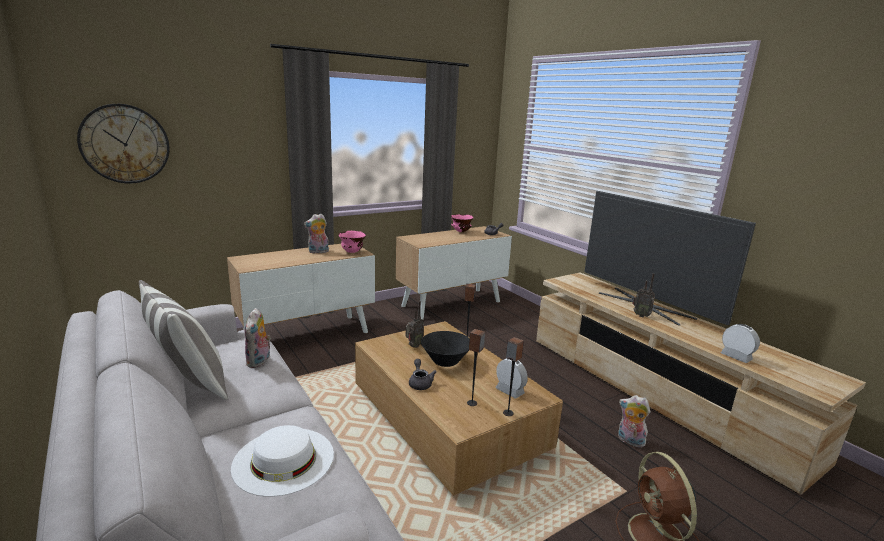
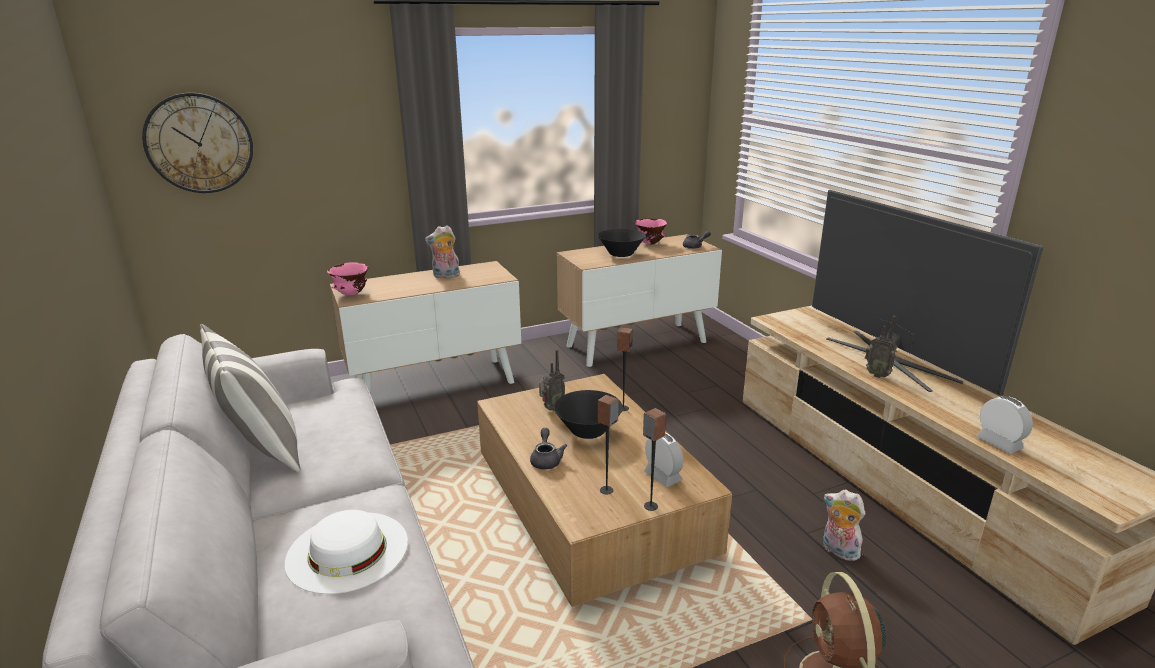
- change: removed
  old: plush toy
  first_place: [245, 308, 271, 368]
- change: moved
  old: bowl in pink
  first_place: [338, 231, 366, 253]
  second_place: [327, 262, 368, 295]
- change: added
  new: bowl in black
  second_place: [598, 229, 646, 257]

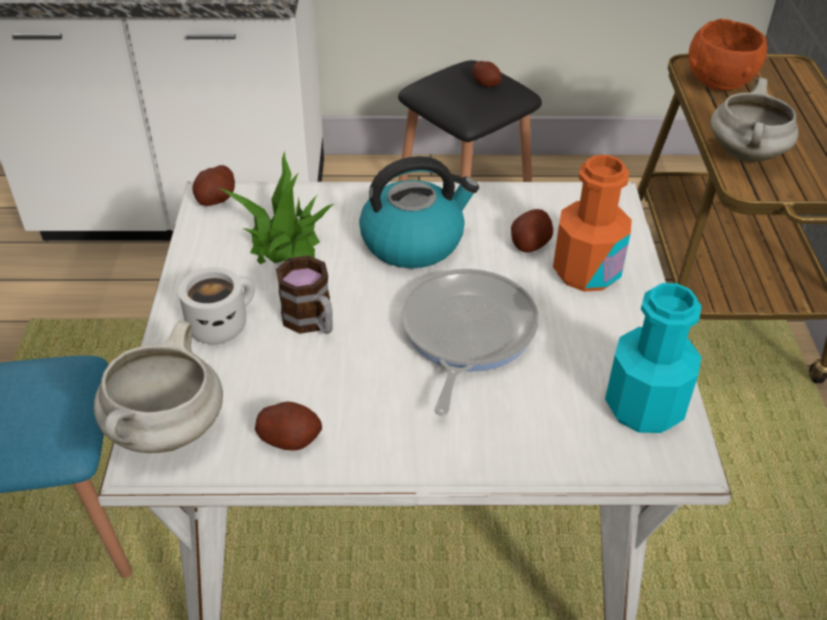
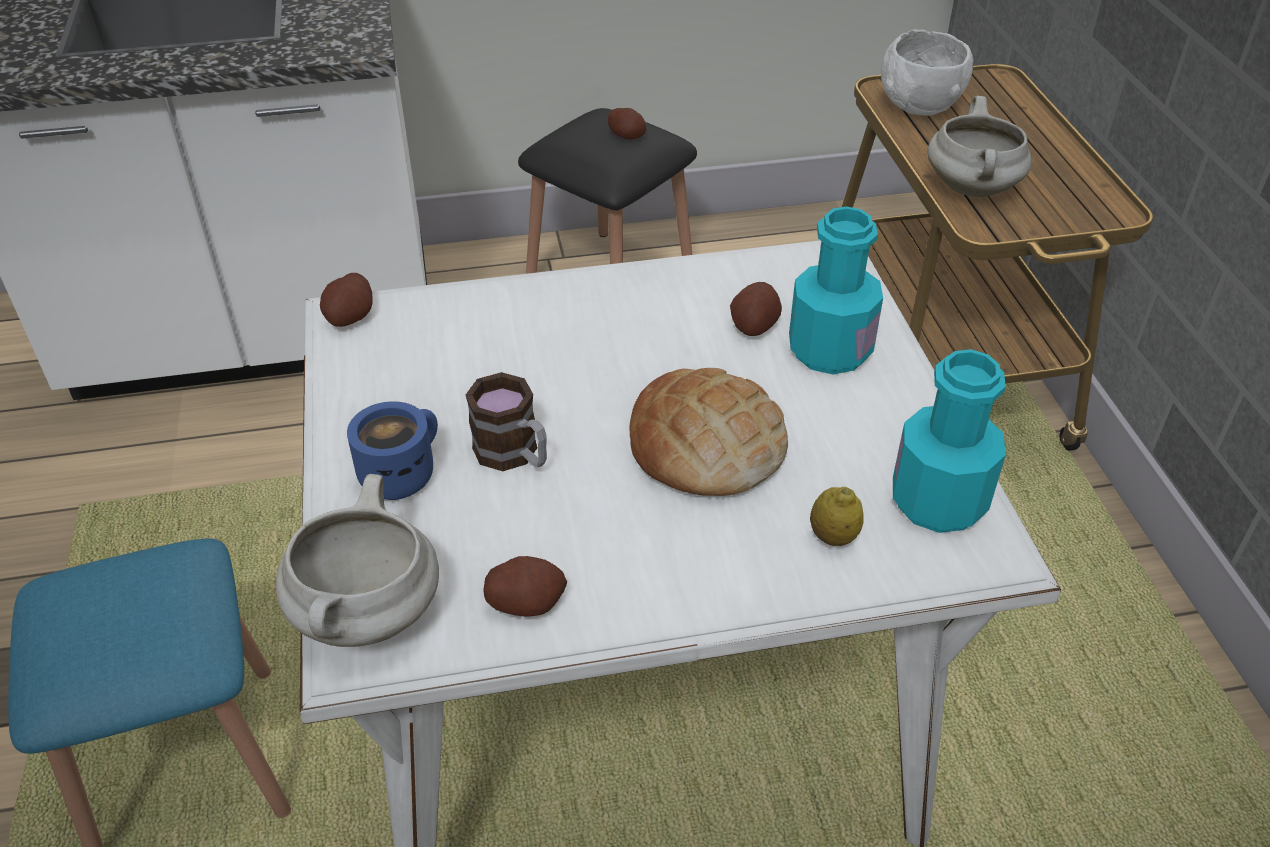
- change: recoloured
  old: mug in white
  new: mug in blue
  first_place: [178, 267, 255, 345]
  second_place: [347, 401, 438, 500]
- change: removed
  old: potted plant
  first_place: [219, 151, 334, 264]
- change: removed
  old: kettle
  first_place: [359, 156, 479, 268]
- change: replaced
  old: frying pan
  new: bread
  first_place: [401, 269, 539, 416]
  second_place: [629, 368, 788, 496]
- change: recoloured
  old: bottle in orange
  new: bottle in turquoise
  first_place: [553, 155, 632, 292]
  second_place: [789, 206, 883, 375]
- change: recoloured
  old: bowl in orange
  new: bowl in white
  first_place: [689, 19, 768, 91]
  second_place: [881, 29, 973, 116]
- change: added
  new: lemon
  second_place: [810, 487, 864, 546]

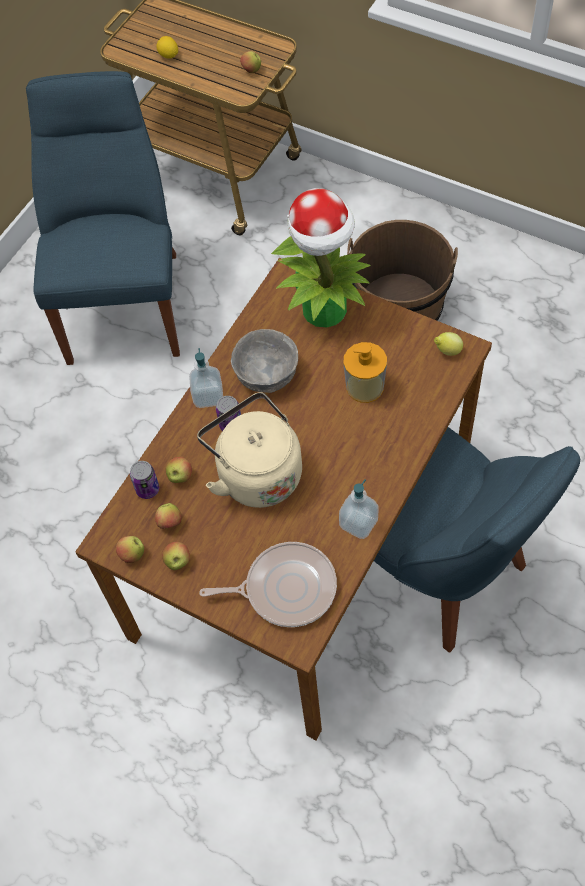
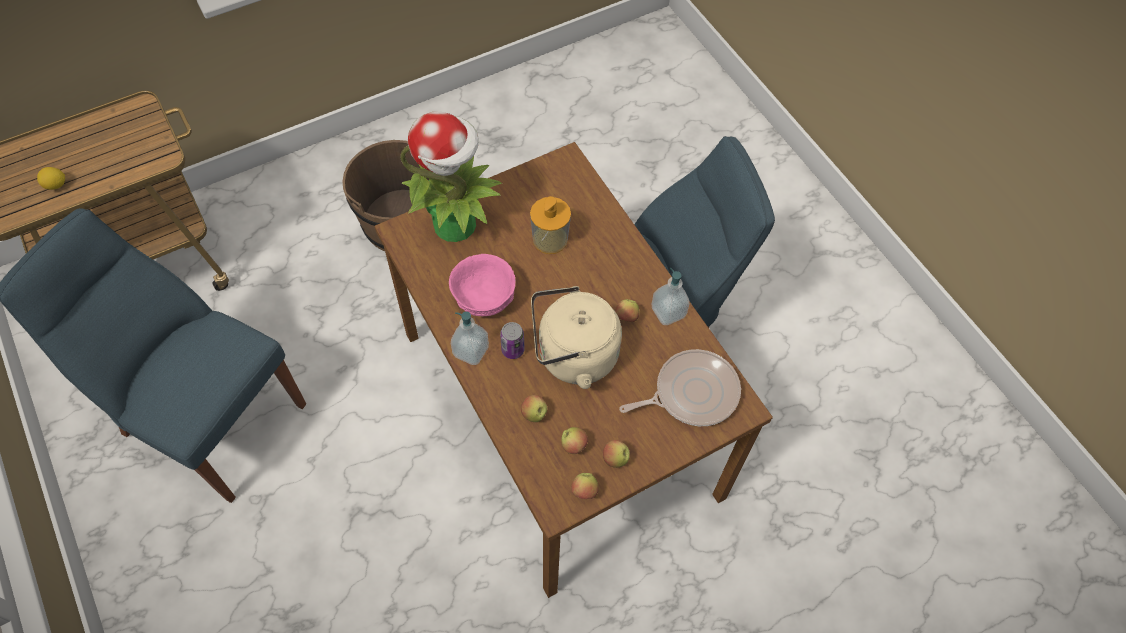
- change: removed
  old: can
  first_place: [130, 461, 159, 499]
- change: turned
  old: frying pan
  first_place: [199, 542, 337, 627]
  second_place: [620, 349, 741, 426]
  degrees: 45
- change: recoloured
  old: bowl in grey
  new: bowl in pink
  first_place: [231, 329, 298, 393]
  second_place: [449, 254, 516, 316]
- change: moved
  old: apple
  first_place: [240, 51, 261, 73]
  second_place: [615, 299, 639, 322]
- change: removed
  old: lemon
  first_place: [434, 332, 463, 356]

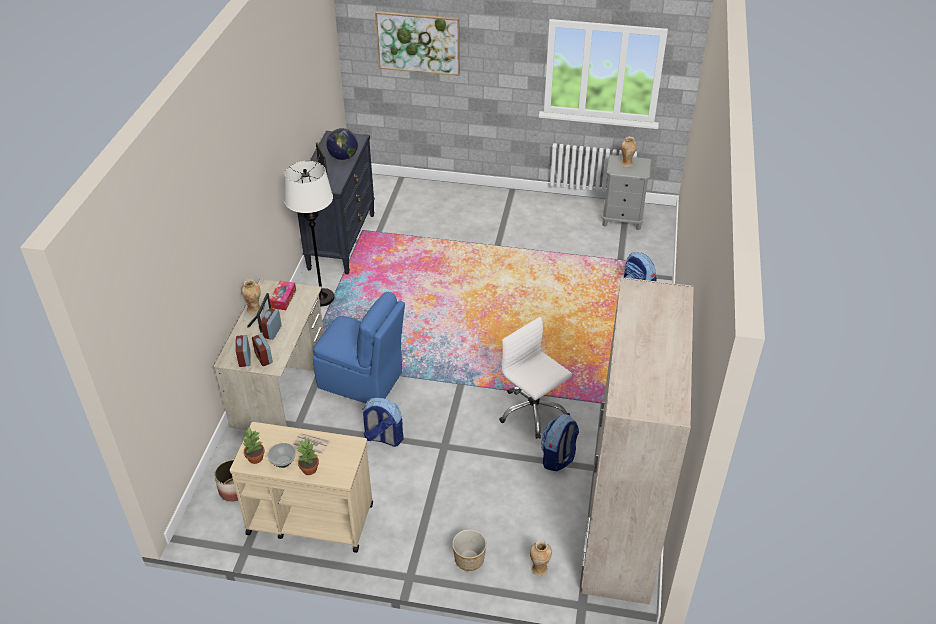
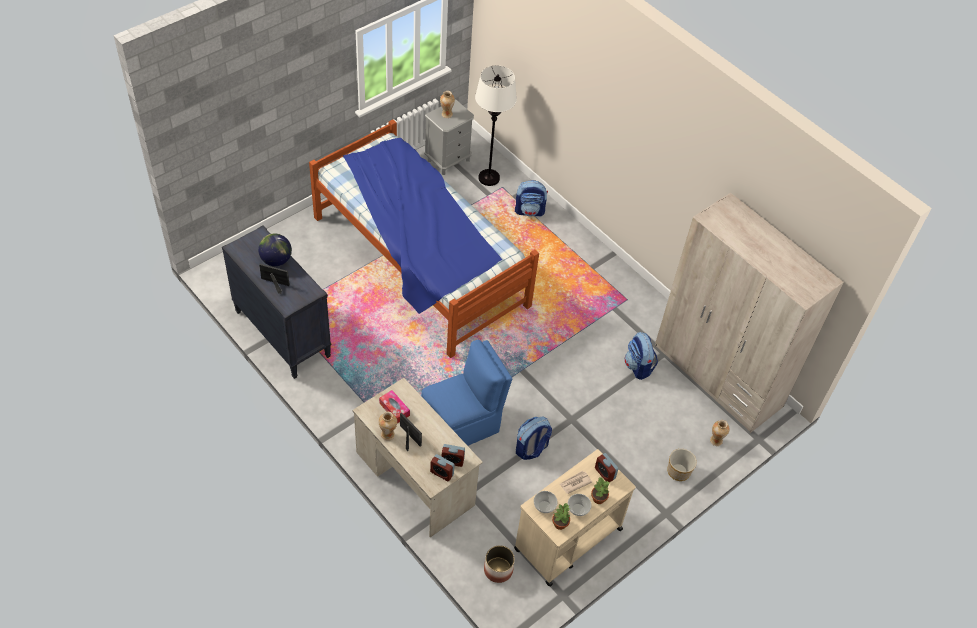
- change: moved
  old: alarm clock
  first_place: [260, 308, 282, 340]
  second_place: [595, 453, 618, 482]
- change: moved
  old: floor lamp in white
  first_place: [284, 161, 334, 306]
  second_place: [475, 65, 517, 186]
- change: removed
  old: picture
  first_place: [375, 11, 460, 76]
- change: removed
  old: office chair in white
  first_place: [499, 317, 572, 439]
- change: added
  new: bed
  second_place: [309, 120, 539, 358]
- change: added
  new: bowl
  second_place: [534, 491, 558, 513]

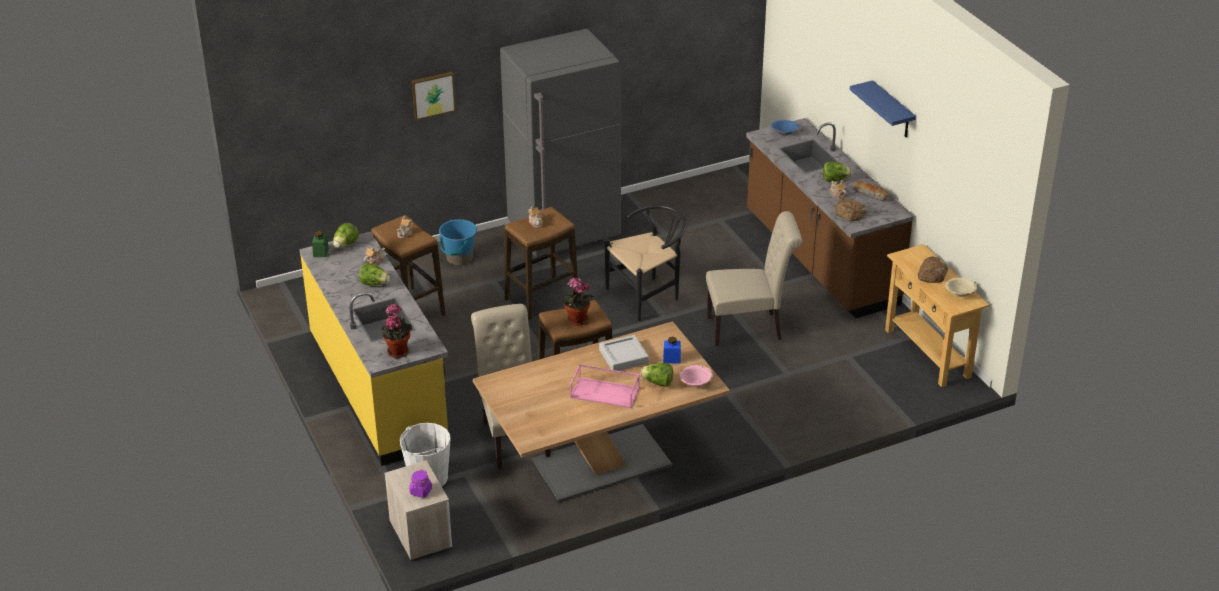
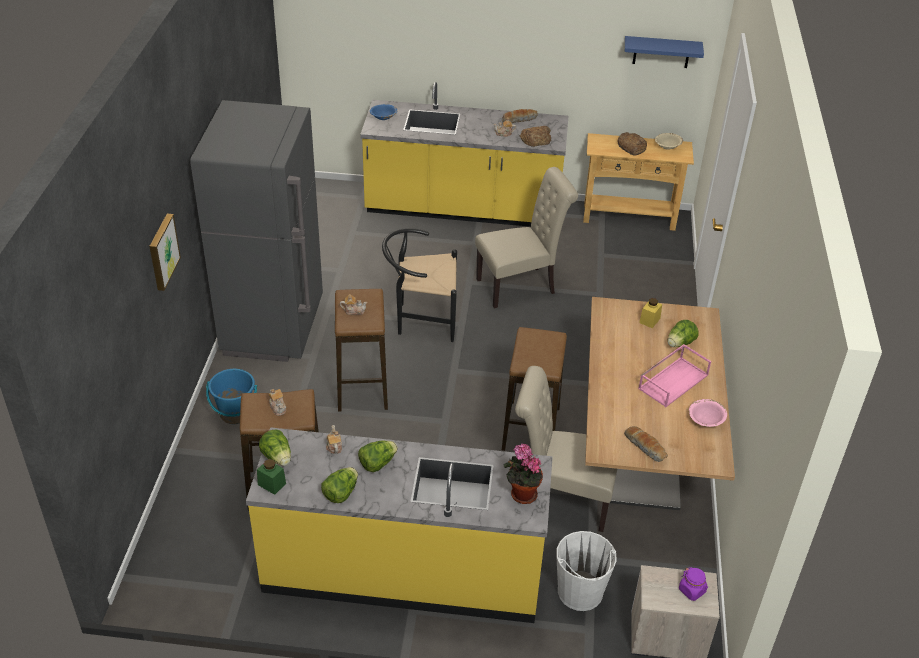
- change: removed
  old: potted plant
  first_place: [561, 278, 594, 325]
- change: removed
  old: tray in grey
  first_place: [599, 335, 649, 371]
- change: turned
  old: chair in black
  first_place: [605, 205, 687, 321]
  second_place: [382, 228, 457, 342]
  degrees: -90
- change: recoloured
  old: jar in blue
  new: jar in yellow
  first_place: [663, 337, 681, 364]
  second_place: [639, 298, 662, 328]
- change: moved
  old: bowl in pink
  first_place: [680, 365, 713, 387]
  second_place: [689, 399, 727, 427]
- change: turned
  old: chair in beige
  first_place: [706, 211, 802, 346]
  second_place: [475, 167, 578, 309]
  degrees: 45
- change: recoloured
  old: counter in brown
  new: counter in yellow
  first_place: [746, 118, 914, 318]
  second_place: [360, 82, 568, 227]
- change: moved
  old: lettuce
  first_place: [823, 162, 852, 182]
  second_place: [321, 467, 358, 503]
- change: moved
  old: shelf in blue
  first_place: [850, 80, 916, 137]
  second_place: [625, 36, 704, 68]
- change: added
  new: bread
  second_place: [624, 426, 668, 462]

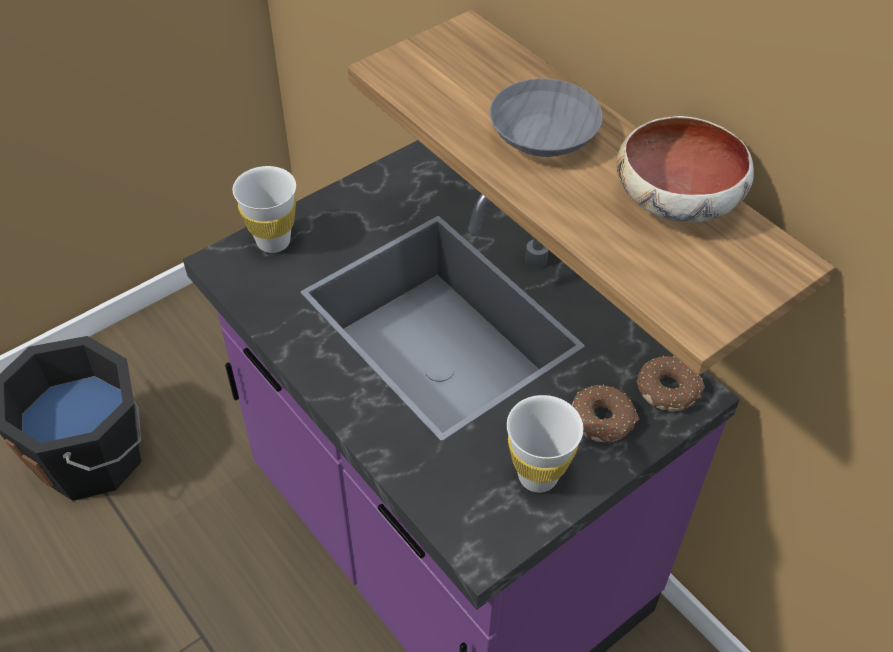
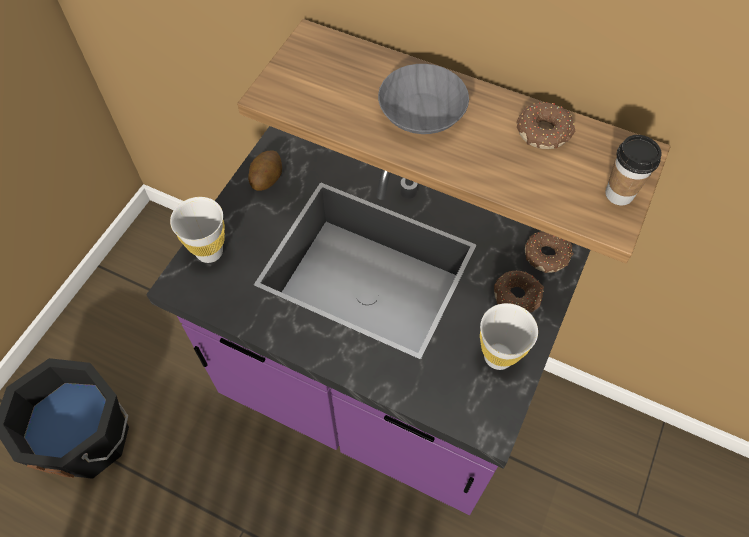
- change: replaced
  old: bowl
  new: donut
  first_place: [616, 116, 754, 222]
  second_place: [517, 102, 575, 149]
- change: added
  new: potato
  second_place: [248, 150, 282, 191]
- change: added
  new: cup
  second_place: [605, 135, 662, 206]

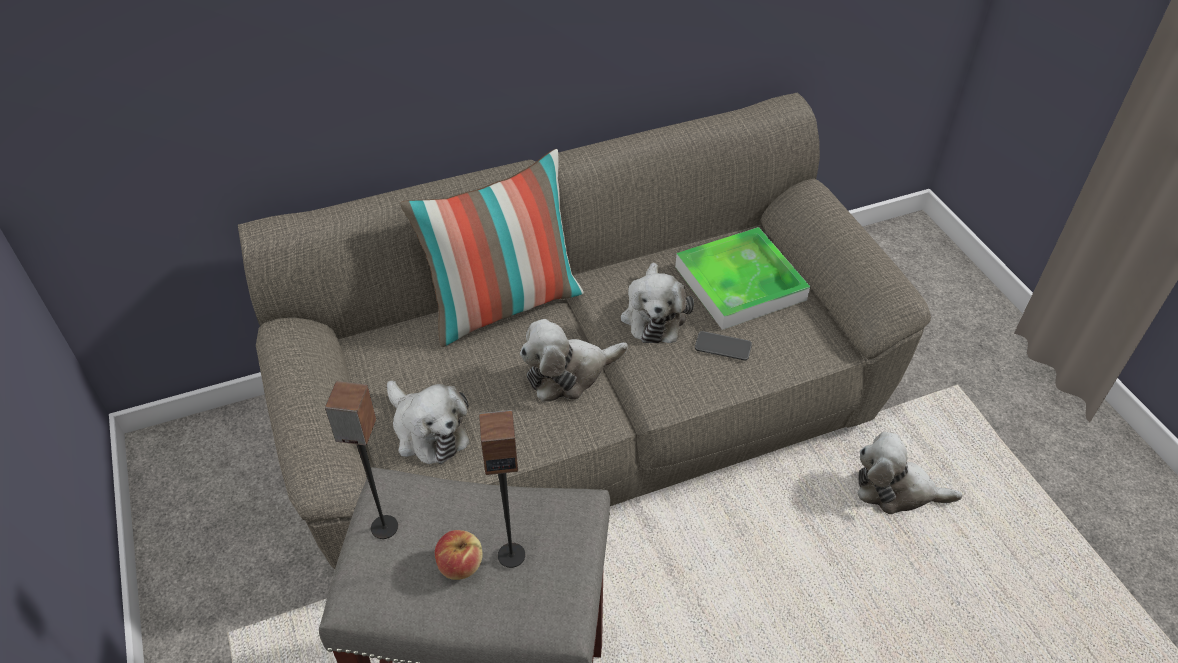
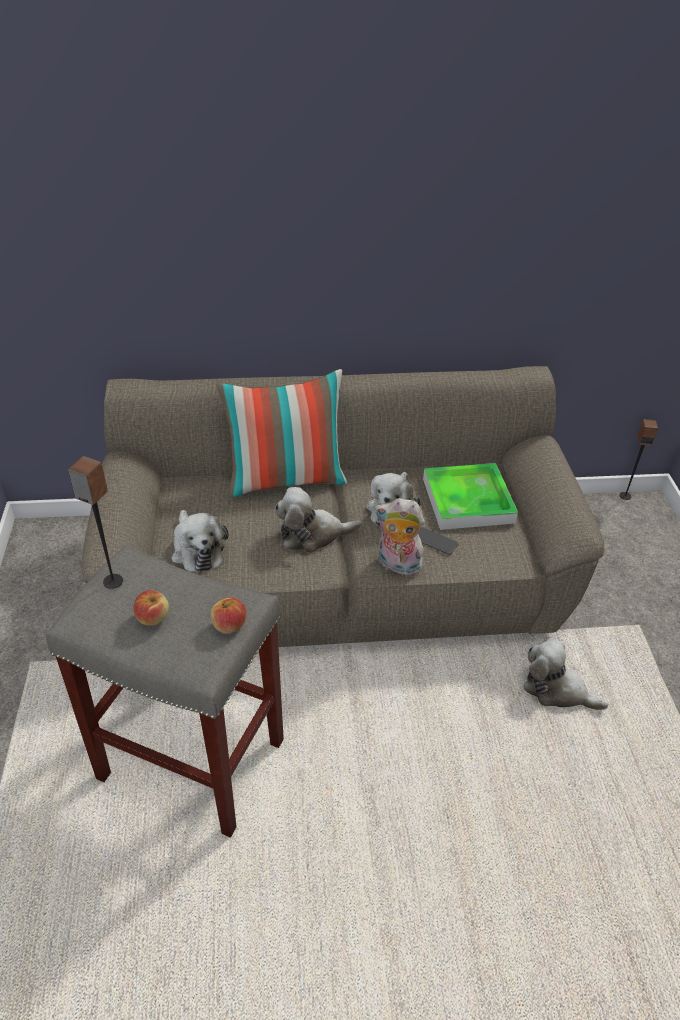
- change: moved
  old: speaker
  first_place: [479, 410, 525, 568]
  second_place: [619, 419, 658, 500]
- change: added
  new: apple
  second_place: [211, 597, 247, 634]
- change: added
  new: plush toy
  second_place: [374, 498, 425, 575]

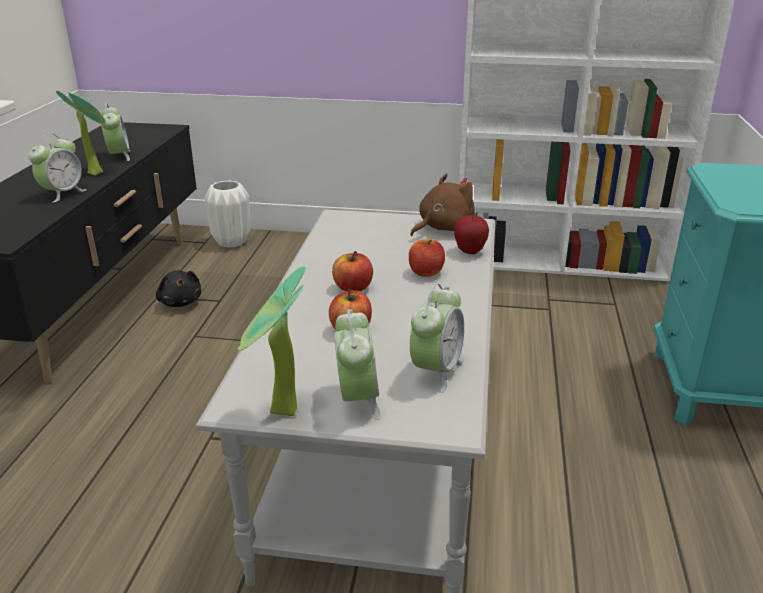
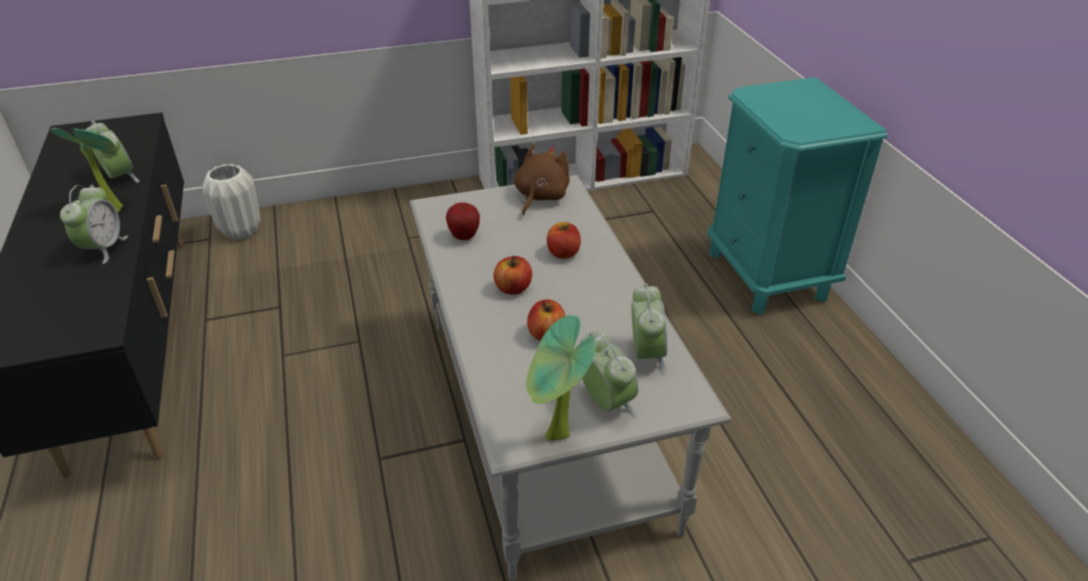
- change: removed
  old: plush toy in black
  first_place: [156, 270, 201, 307]
- change: moved
  old: apple
  first_place: [454, 215, 489, 254]
  second_place: [446, 203, 480, 240]

